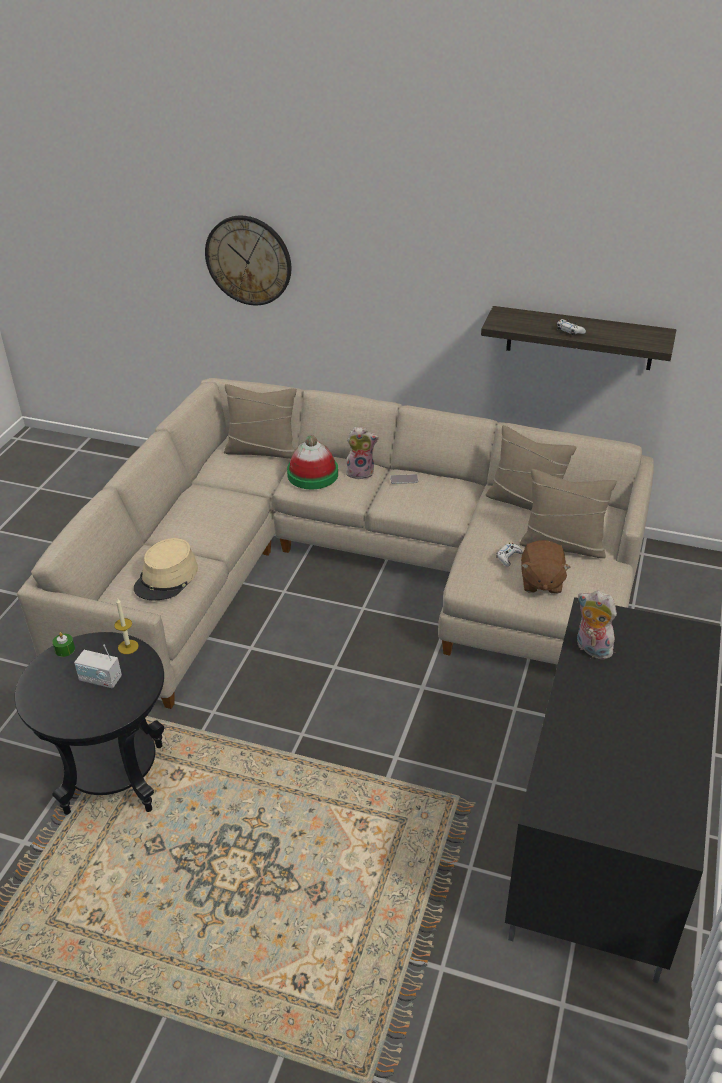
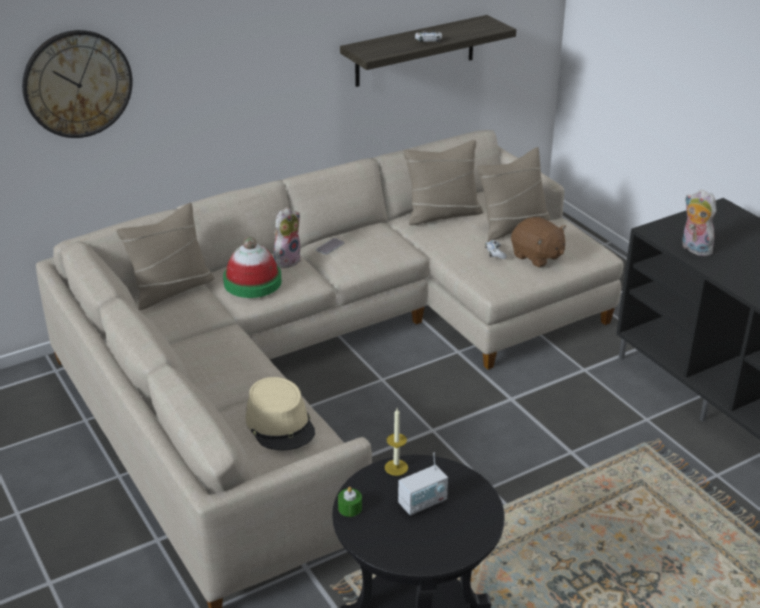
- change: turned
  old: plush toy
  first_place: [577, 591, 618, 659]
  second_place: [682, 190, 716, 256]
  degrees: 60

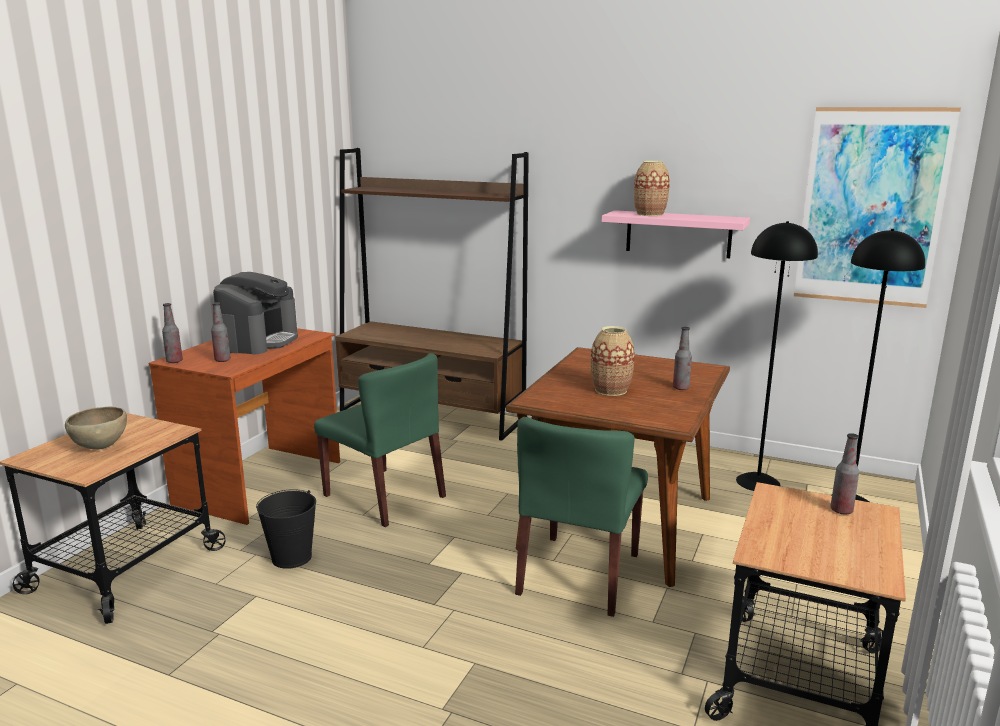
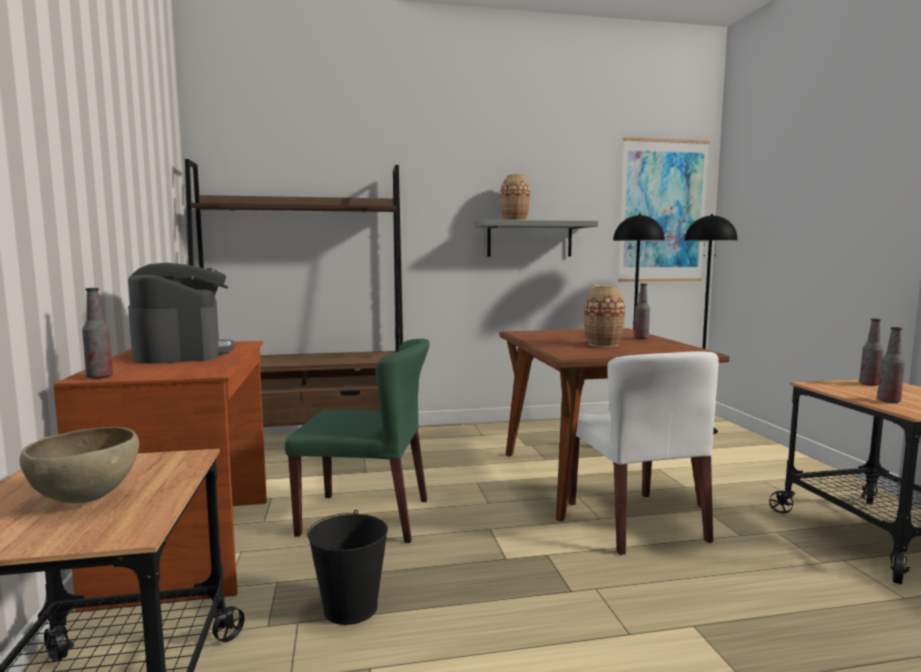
- change: moved
  old: bottle
  first_place: [211, 302, 231, 362]
  second_place: [877, 327, 905, 403]
- change: recoloured
  old: chair in green
  new: chair in white
  first_place: [515, 417, 648, 617]
  second_place: [568, 351, 719, 555]
- change: recoloured
  old: shelf in pink
  new: shelf in grey
  first_place: [602, 210, 750, 258]
  second_place: [475, 220, 598, 257]

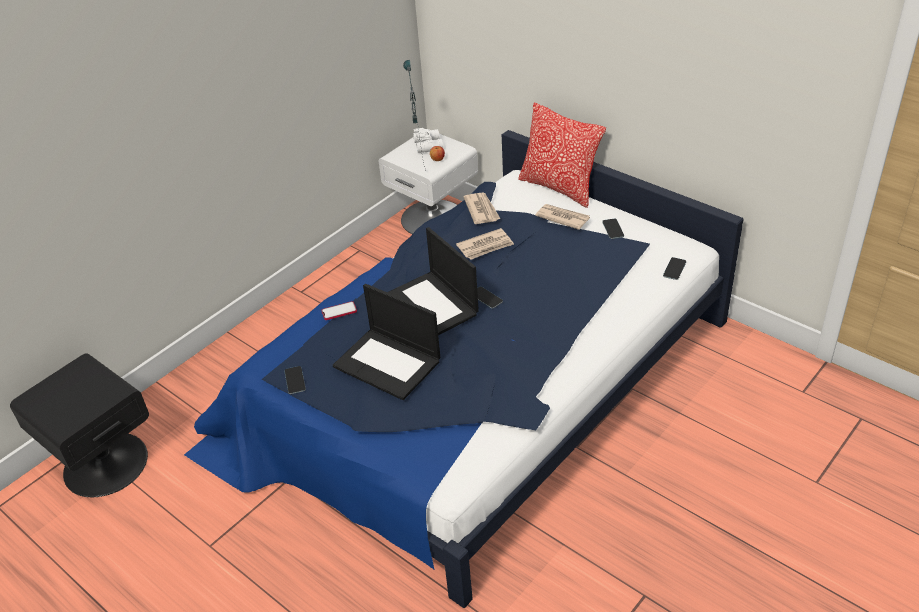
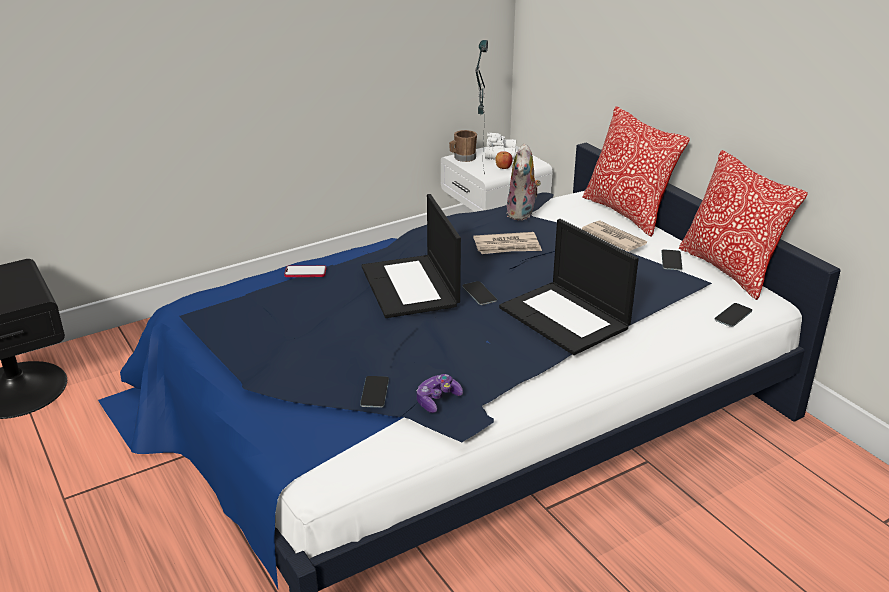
- change: moved
  old: phone
  first_place: [285, 366, 306, 394]
  second_place: [360, 376, 389, 408]
- change: moved
  old: laptop
  first_place: [333, 284, 441, 400]
  second_place: [499, 219, 639, 355]
- change: replaced
  old: newspaper
  new: plush toy
  first_place: [463, 192, 500, 224]
  second_place: [507, 143, 541, 221]
- change: added
  new: game controller
  second_place: [417, 374, 463, 413]
- change: added
  new: mug in brown
  second_place: [449, 130, 477, 162]
- change: added
  new: pillow
  second_place: [678, 150, 808, 300]

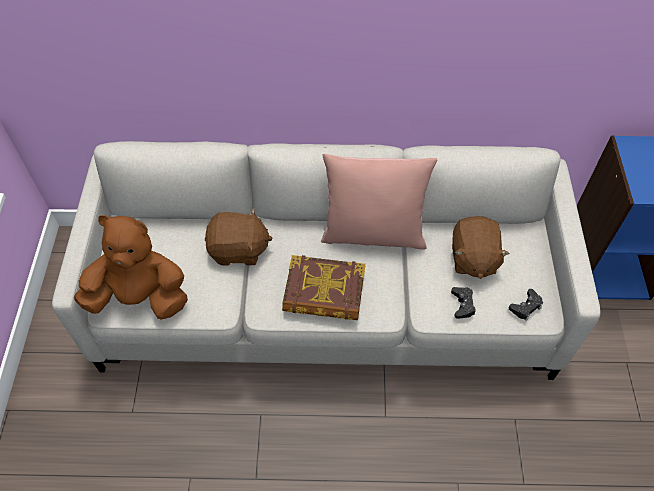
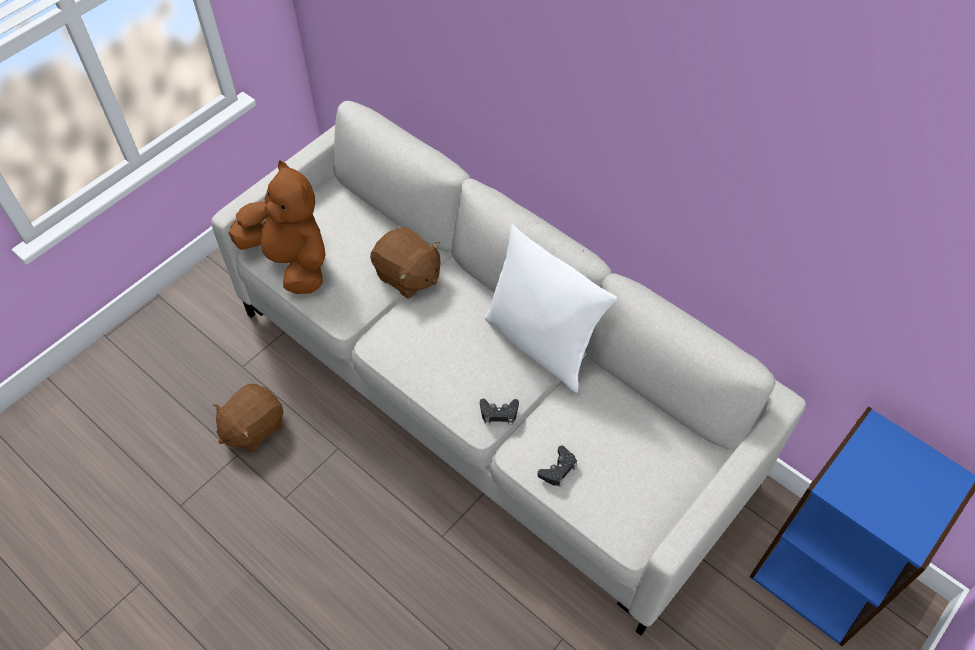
- change: removed
  old: book
  first_place: [282, 255, 366, 320]
- change: recoloured
  old: pillow in pink
  new: pillow in white
  first_place: [321, 154, 438, 250]
  second_place: [485, 224, 617, 393]
- change: moved
  old: plush toy in brown
  first_place: [452, 216, 509, 279]
  second_place: [213, 384, 283, 452]
- change: moved
  old: game controller in black
  first_place: [509, 289, 543, 321]
  second_place: [480, 399, 519, 425]

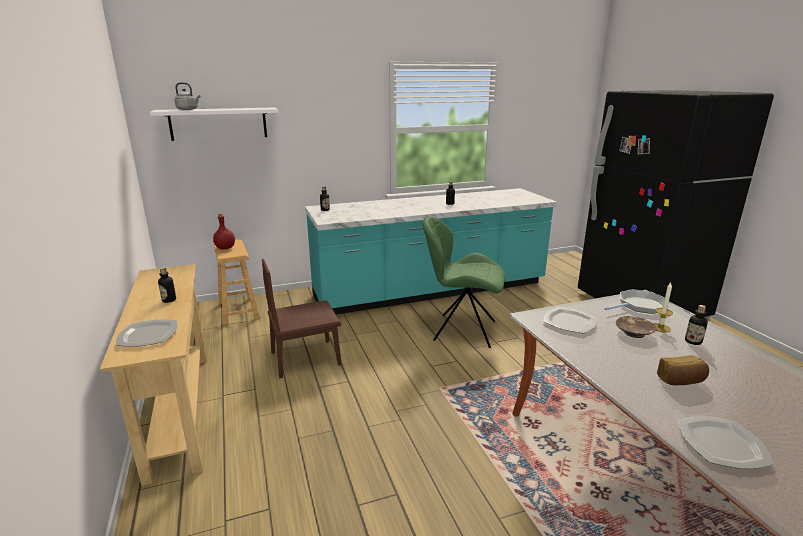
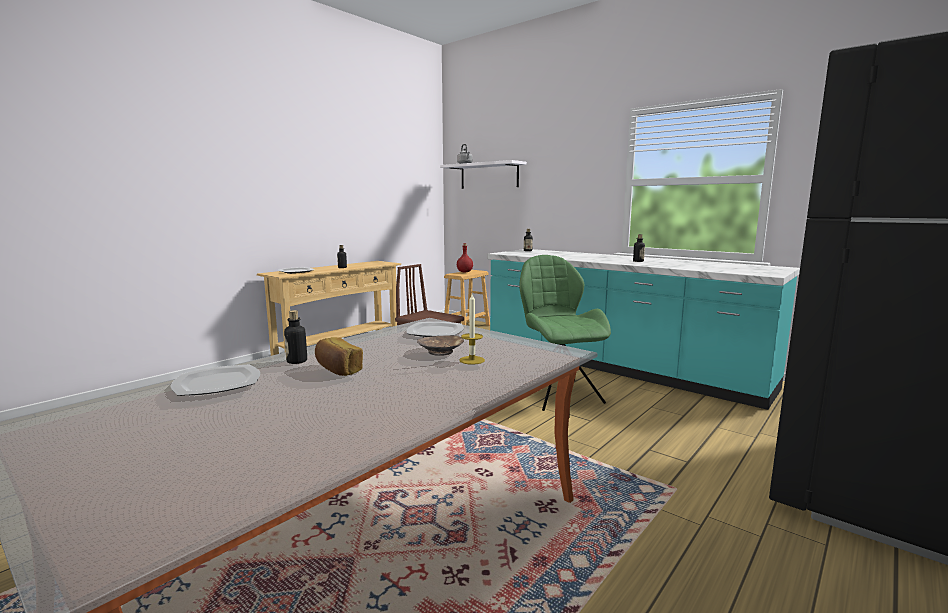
- change: removed
  old: frying pan
  first_place: [604, 289, 669, 314]
- change: moved
  old: bottle
  first_place: [685, 305, 708, 345]
  second_place: [284, 310, 307, 364]

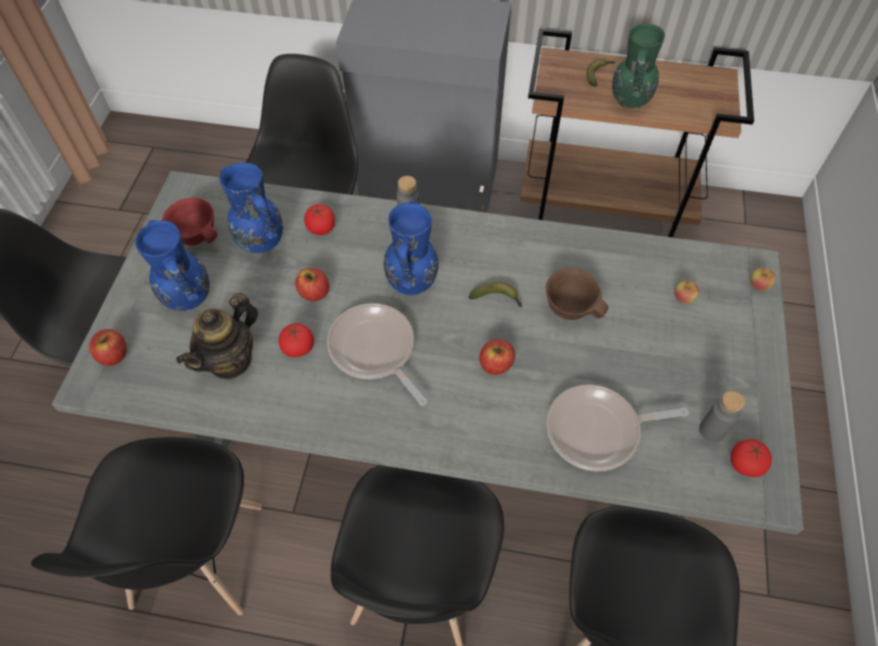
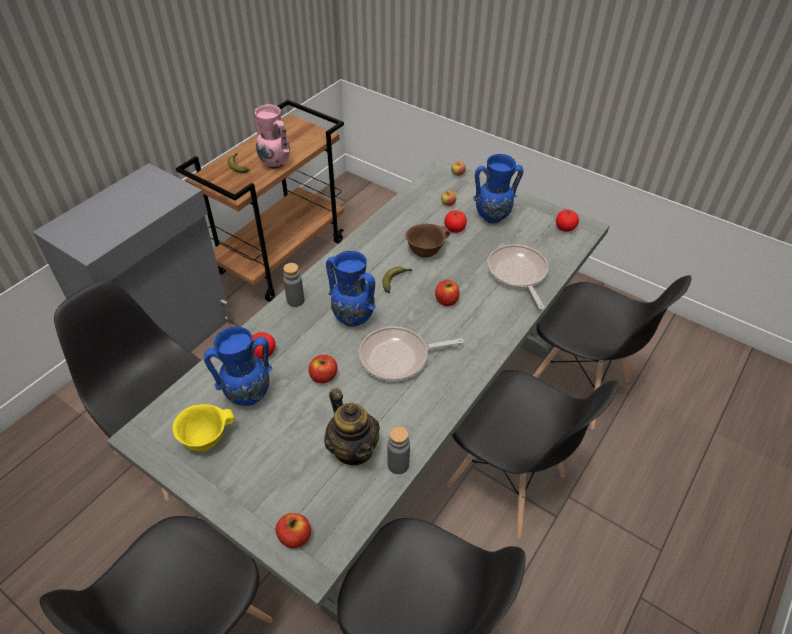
- change: moved
  old: vase in blue
  first_place: [135, 220, 210, 311]
  second_place: [473, 154, 524, 224]
- change: recoloured
  old: bowl in red
  new: bowl in yellow
  first_place: [162, 198, 217, 245]
  second_place: [173, 404, 235, 451]
- change: moved
  old: tomato
  first_place: [279, 323, 314, 357]
  second_place: [444, 210, 467, 233]
- change: turned
  old: frying pan
  first_place: [546, 384, 689, 471]
  second_place: [487, 244, 549, 310]
  degrees: 150
- change: recoloured
  old: vase in green
  new: vase in pink
  first_place: [612, 24, 665, 110]
  second_place: [254, 104, 290, 169]
- change: moved
  old: bottle in grey
  first_place: [699, 391, 745, 442]
  second_place: [387, 426, 410, 474]

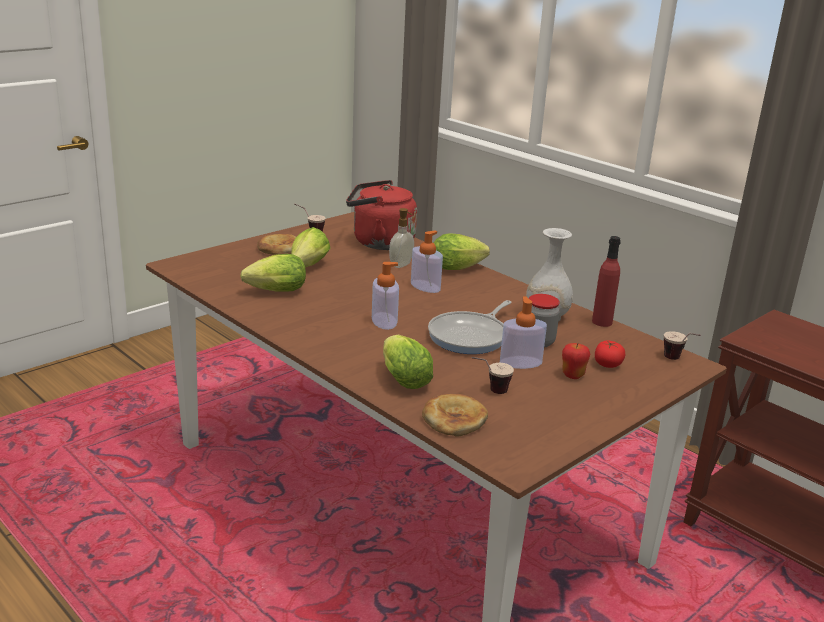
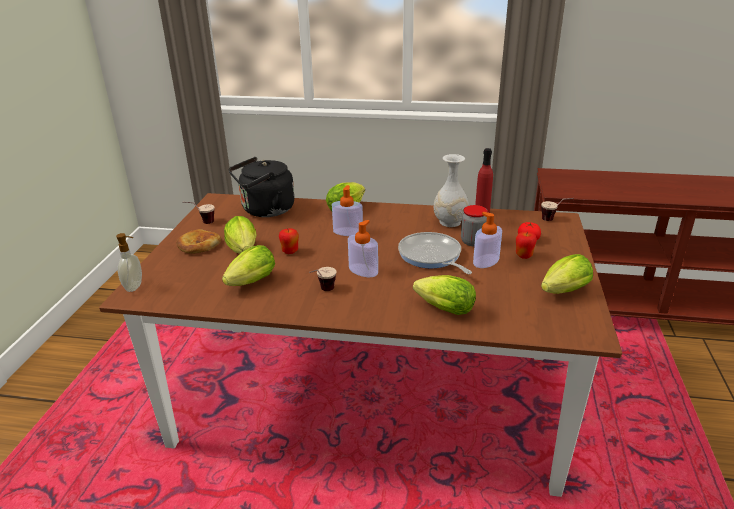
- change: recoloured
  old: kettle in red
  new: kettle in black
  first_place: [346, 180, 417, 250]
  second_place: [229, 157, 294, 217]
- change: moved
  old: soap dispenser
  first_place: [389, 208, 414, 268]
  second_place: [116, 233, 142, 292]
- change: removed
  old: bread
  first_place: [422, 394, 488, 437]
- change: turned
  old: frying pan
  first_place: [428, 300, 511, 354]
  second_place: [398, 232, 472, 274]
  degrees: 150
- change: moved
  old: cup
  first_place: [471, 357, 514, 394]
  second_place: [309, 267, 336, 291]
- change: added
  new: apple
  second_place: [279, 228, 299, 254]
- change: added
  new: lettuce
  second_place: [541, 254, 593, 294]

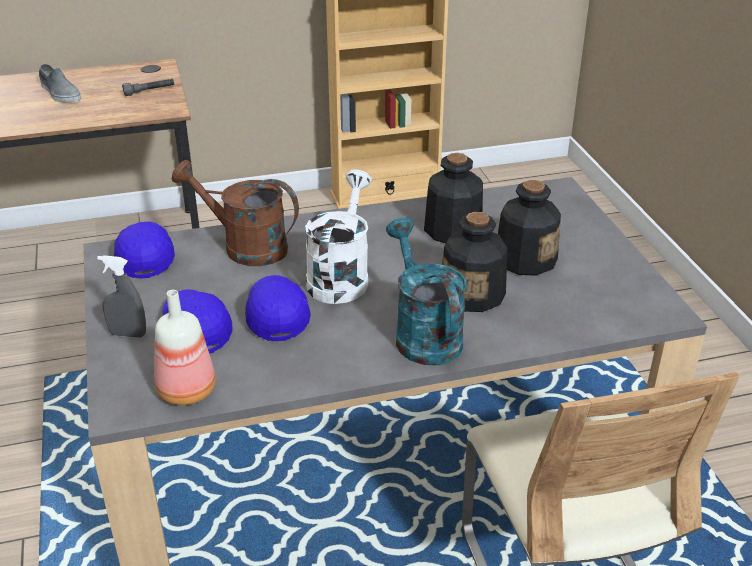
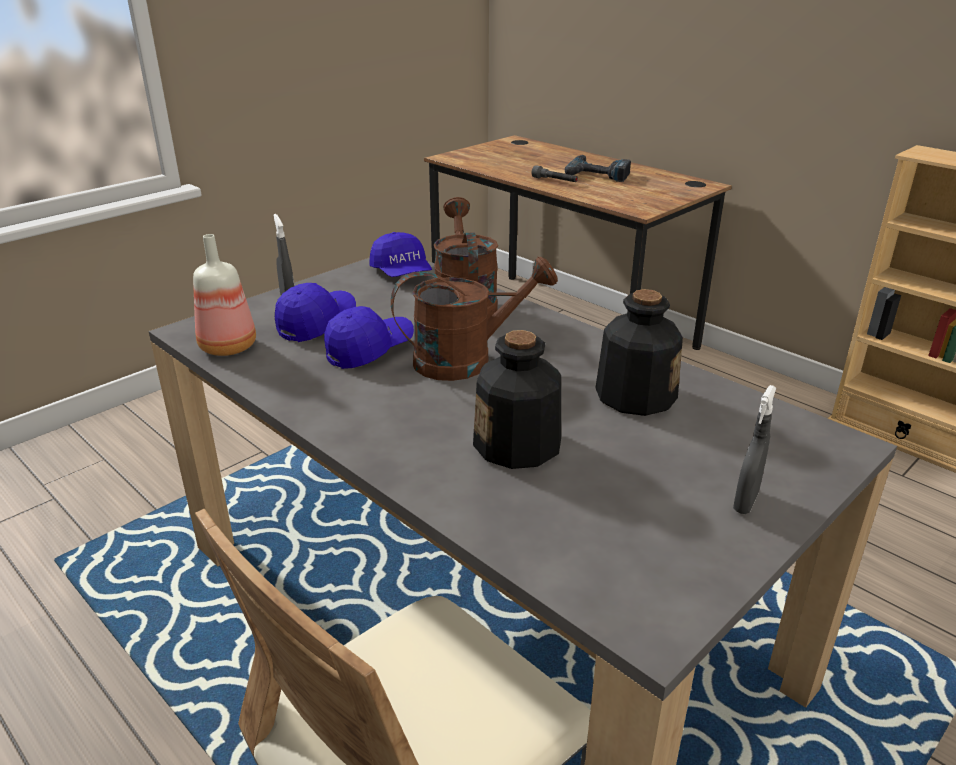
- change: replaced
  old: shoe in grey
  new: power drill
  first_place: [39, 64, 81, 103]
  second_place: [565, 155, 631, 182]
- change: turned
  old: cap in blue
  first_place: [114, 221, 175, 278]
  second_place: [369, 232, 432, 277]
  degrees: 105
- change: moved
  old: flashlight in grey
  first_place: [122, 79, 174, 96]
  second_place: [532, 165, 578, 182]
- change: recoloured
  old: watering can in white
  new: watering can in brown
  first_place: [305, 169, 372, 304]
  second_place: [391, 256, 558, 381]
- change: removed
  old: watering can in turquoise
  first_place: [386, 218, 467, 366]
- change: removed
  old: bottle
  first_place: [498, 180, 561, 276]
- change: added
  new: spray bottle in grey
  second_place: [733, 385, 776, 514]

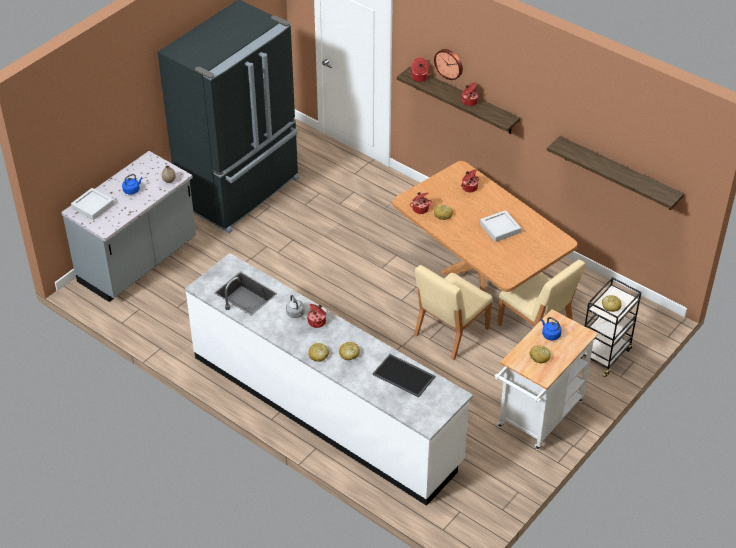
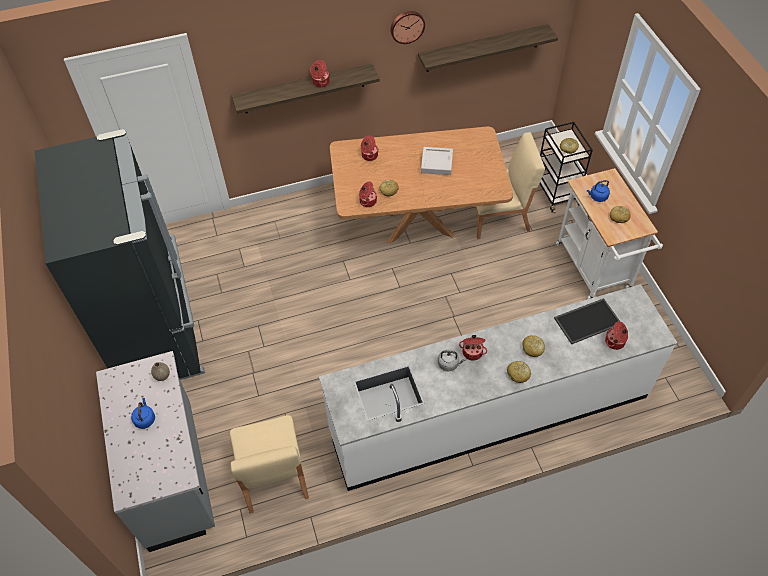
- change: removed
  old: tray in grey
  first_place: [71, 188, 114, 220]
- change: moved
  old: cooking pot
  first_place: [409, 58, 431, 82]
  second_place: [605, 321, 628, 350]
- change: moved
  old: chair in beige
  first_place: [414, 265, 493, 360]
  second_place: [230, 415, 309, 514]
- change: moved
  old: wall clock
  first_place: [434, 49, 463, 80]
  second_place: [390, 11, 425, 44]

